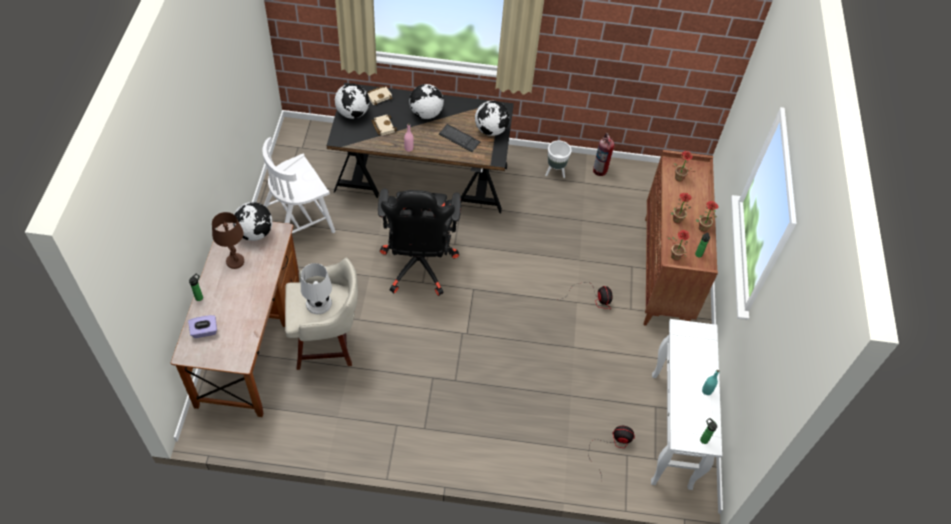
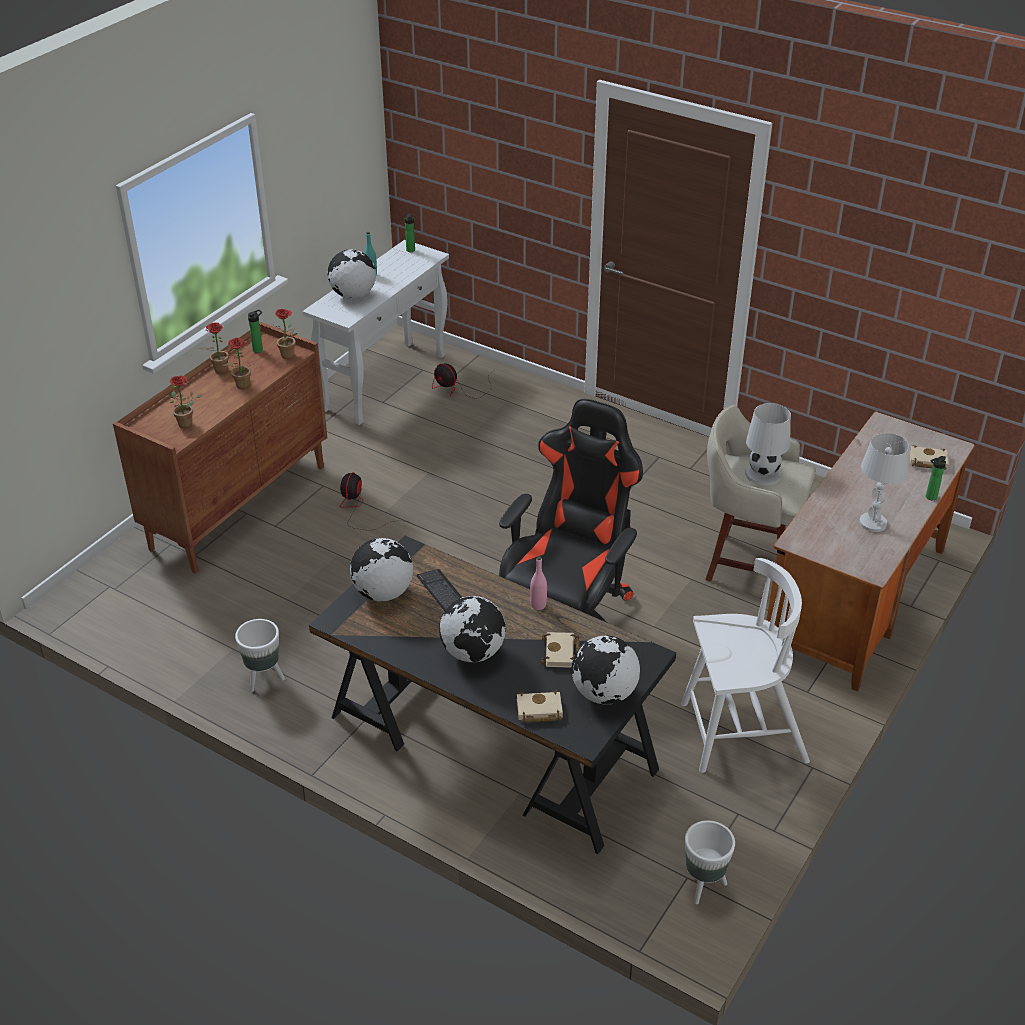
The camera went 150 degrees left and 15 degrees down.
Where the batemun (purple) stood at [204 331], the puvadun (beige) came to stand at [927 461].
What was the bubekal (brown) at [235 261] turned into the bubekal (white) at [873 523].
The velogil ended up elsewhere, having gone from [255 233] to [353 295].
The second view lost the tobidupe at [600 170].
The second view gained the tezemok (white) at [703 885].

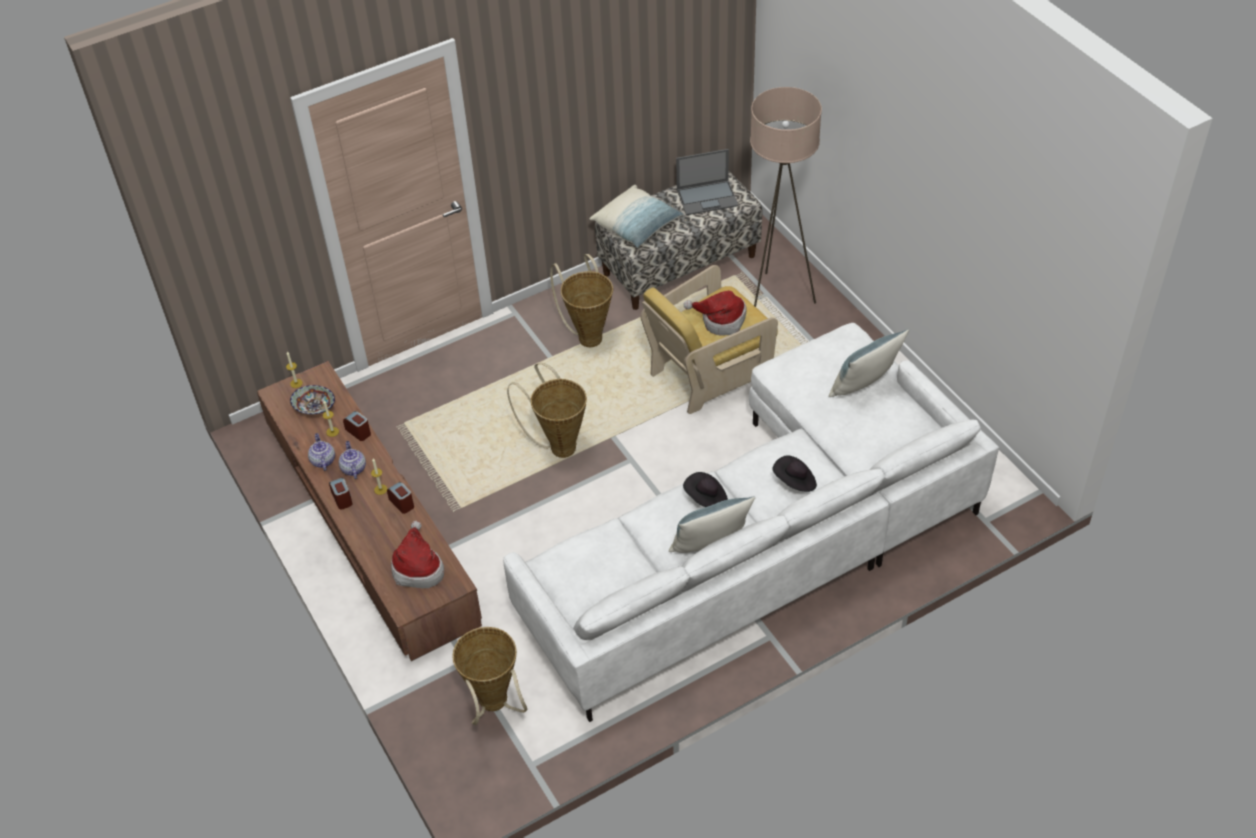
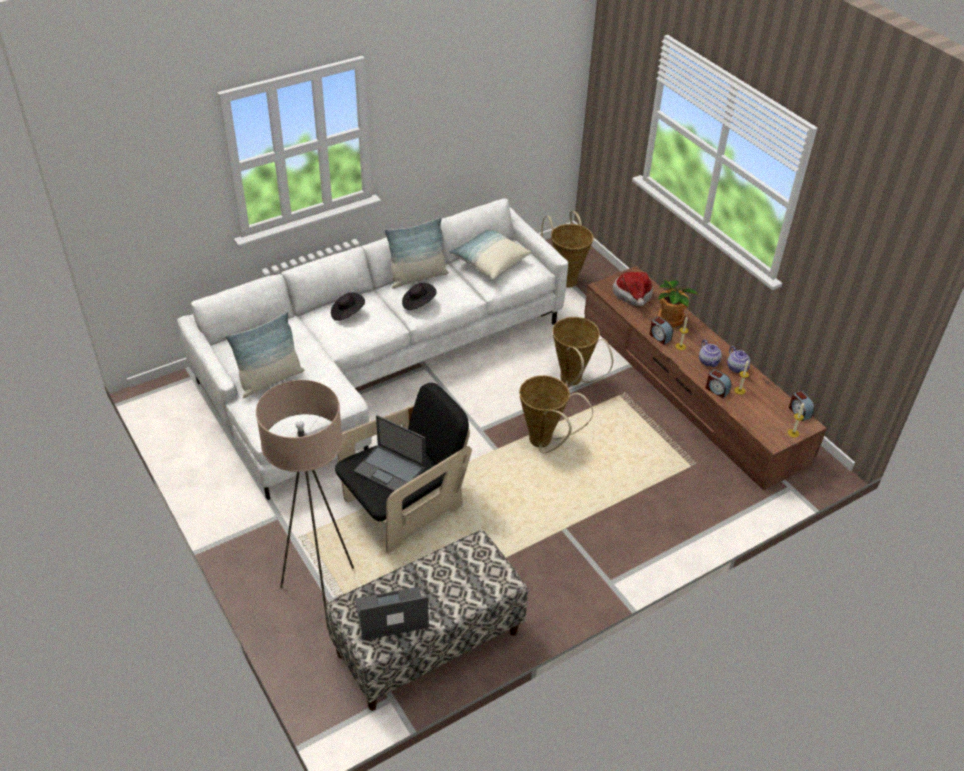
The camera went 175 degrees right and 5 degrees down.
The second view lost the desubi at [315 407].
The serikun ended up elsewhere, having gone from [342 498] to [799 412].
The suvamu ended up elsewhere, having gone from [588 335] to [573 383].
The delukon ended up elsewhere, having gone from [637 226] to [489 262].
What was the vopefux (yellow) at [709 373] turned into the vopefux (black) at [404 507].
Where the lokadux stood at [720 320], the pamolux came to stand at [391 470].
The second view gained the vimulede at [670 319].

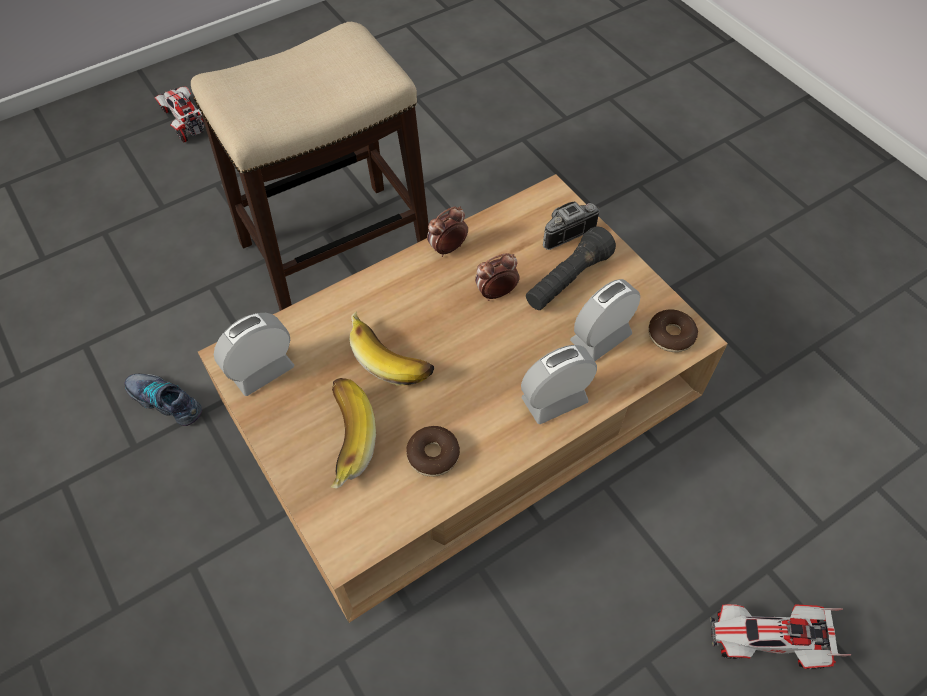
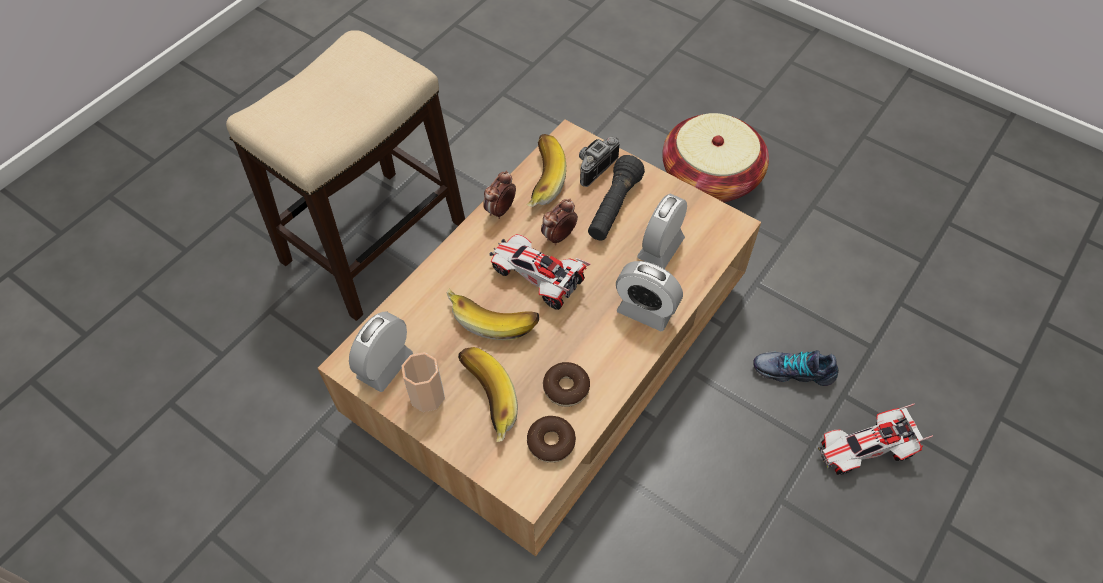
The camera went 20 degrees left and 0 degrees up.
The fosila ended up elsewhere, having gone from [166 401] to [793 370].
The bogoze ended up elsewhere, having gone from [186 121] to [537 278].
The serikun at [554 400] ended up facing another way, 105 degrees counterclockwise from before.
The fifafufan ended up elsewhere, having gone from [671 335] to [551 442].
The second view gained the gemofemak at [427 396].
The second view gained the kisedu at [539 180].
The second view gained the suvamu at [710 177].

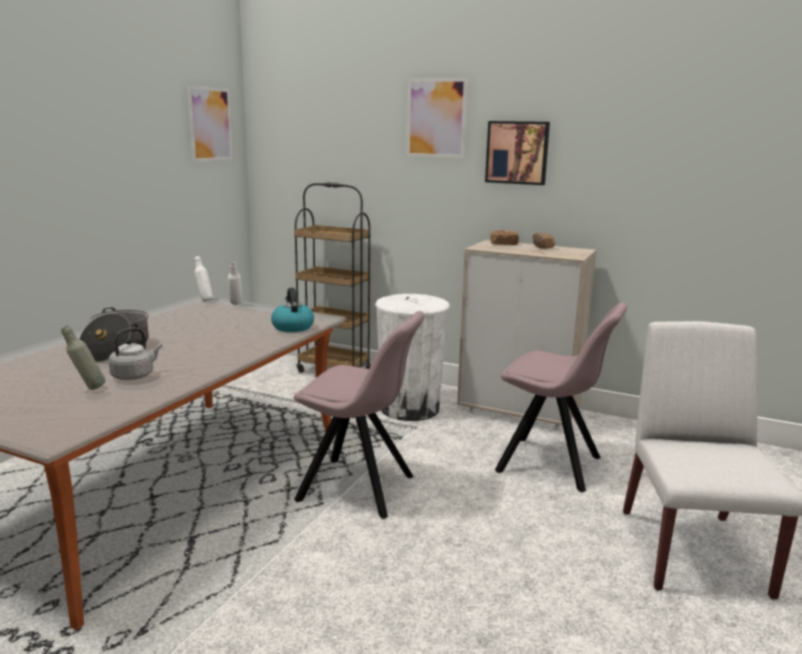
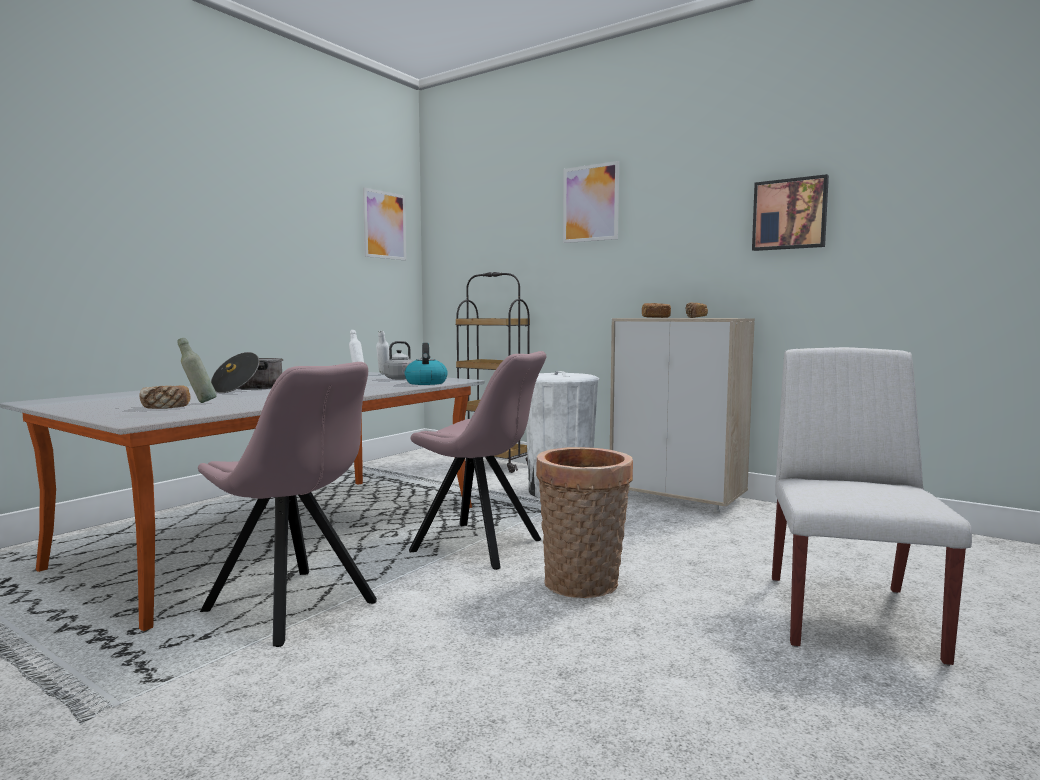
The camera went 10 degrees right and 10 degrees down.
The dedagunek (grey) ended up elsewhere, having gone from [135 376] to [401 378].
The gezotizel ended up elsewhere, having gone from [517 152] to [790 214].
The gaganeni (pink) ended up elsewhere, having gone from [550 464] to [292 606].
The second view gained the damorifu at [166 407].
The second view gained the suvamu at [582 586].

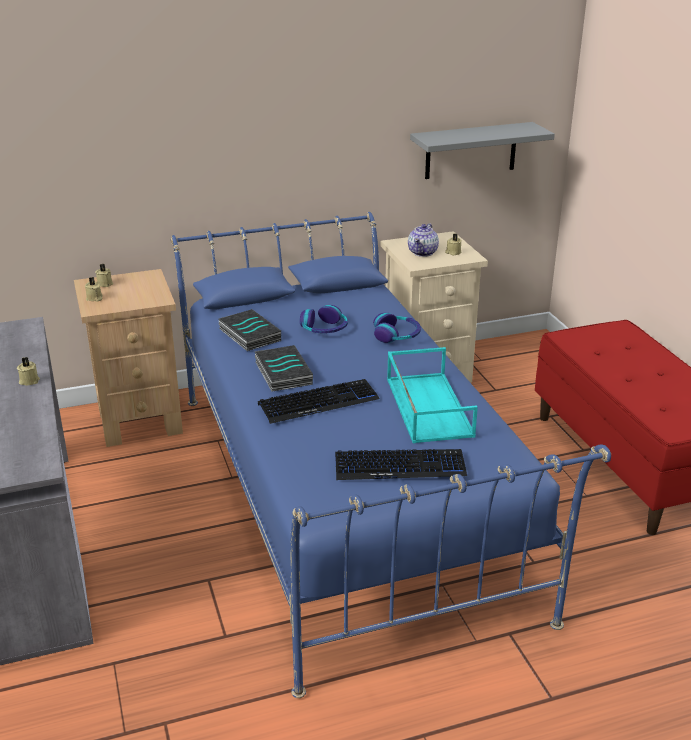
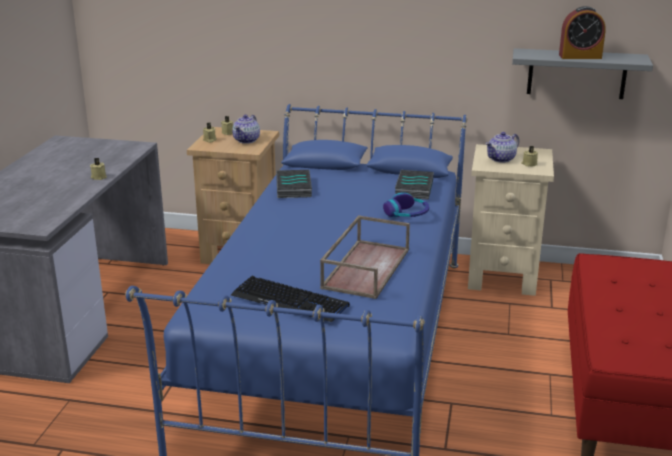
The camera went 30 degrees right and 5 degrees down.
The puvadun ended up elsewhere, having gone from [282 373] to [413 188].
The second view lost the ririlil at [318 402].
The second view lost the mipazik at [324 329].
What was the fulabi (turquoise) at [427 406] turned into the fulabi (brown) at [365 267].
The second view gained the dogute at [247 140].
The second view gained the serikun at [580 56].

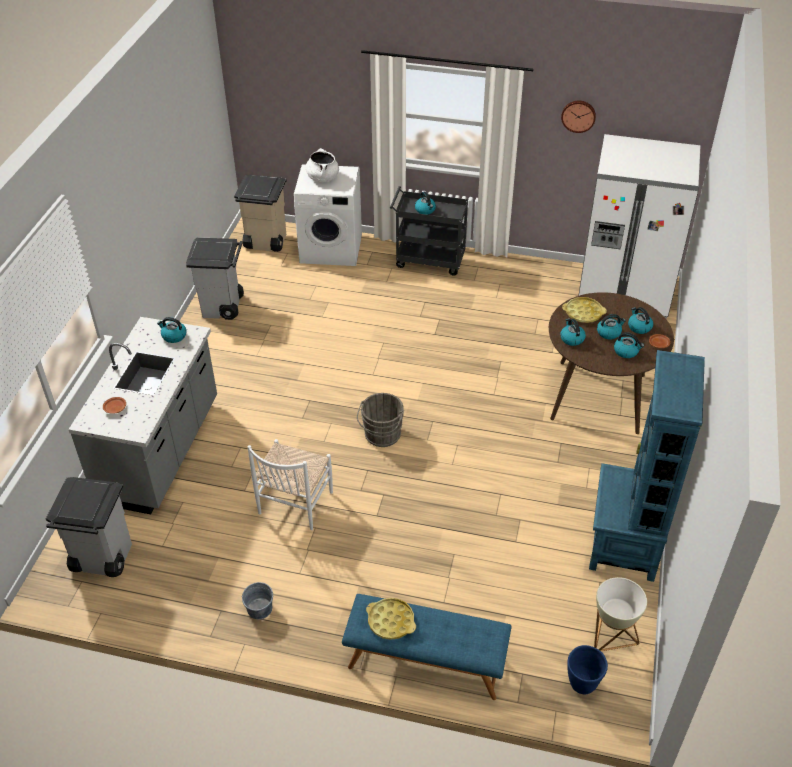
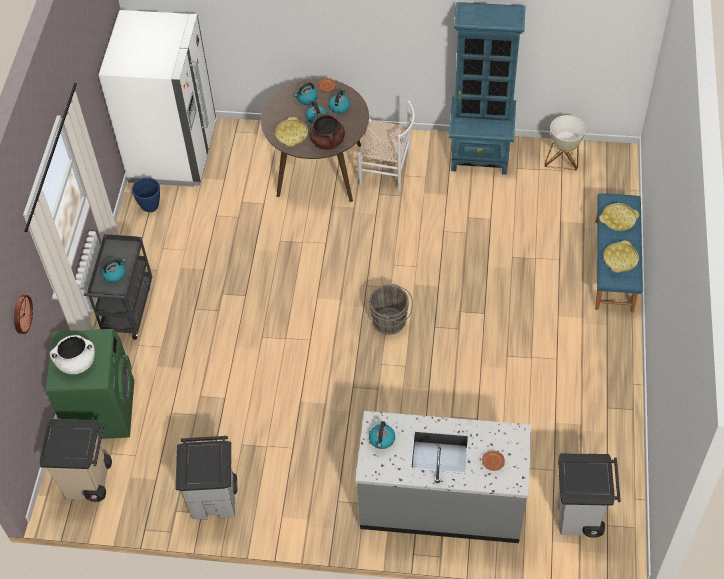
The camera went 95 degrees left and 10 degrees up.
The second view lost the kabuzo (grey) at [260 608].
The gaganeni (white) ended up elsewhere, having gone from [294 505] to [387 171].
What was the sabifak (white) at [331 249] turned into the sabifak (green) at [103 409].
Where the dedagunek stood at [571 339], the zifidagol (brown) came to stand at [328 142].
The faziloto ended up elsewhere, having gone from [578 115] to [21 314].
The tezemok (blue) ended up elsewhere, having gone from [582 684] to [150 206].
The second view gained the fulabi (yellow) at [618 219].

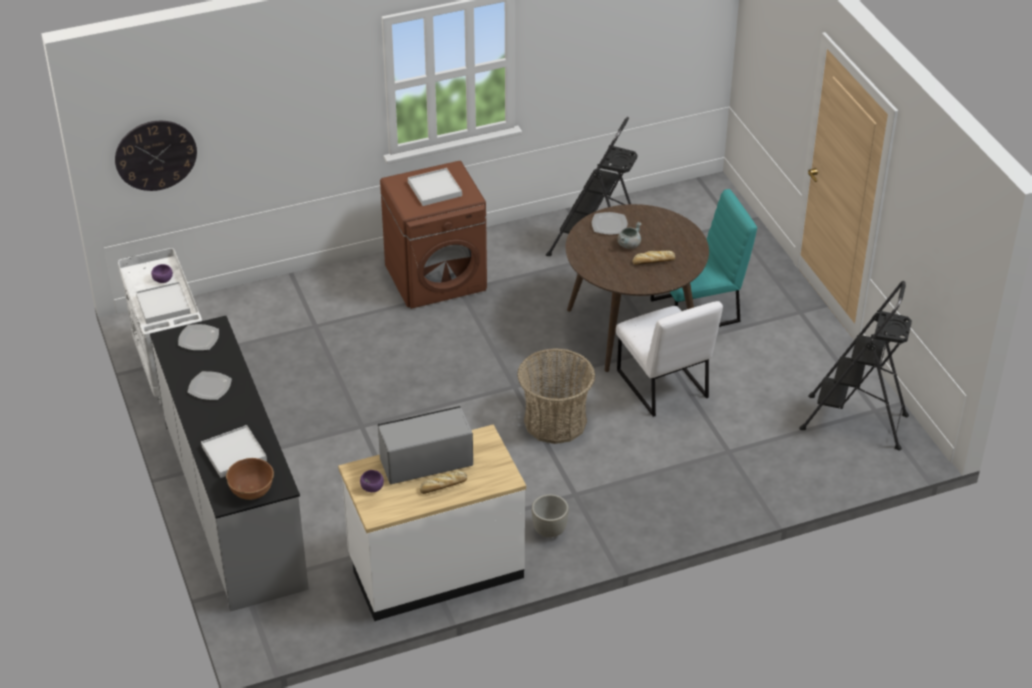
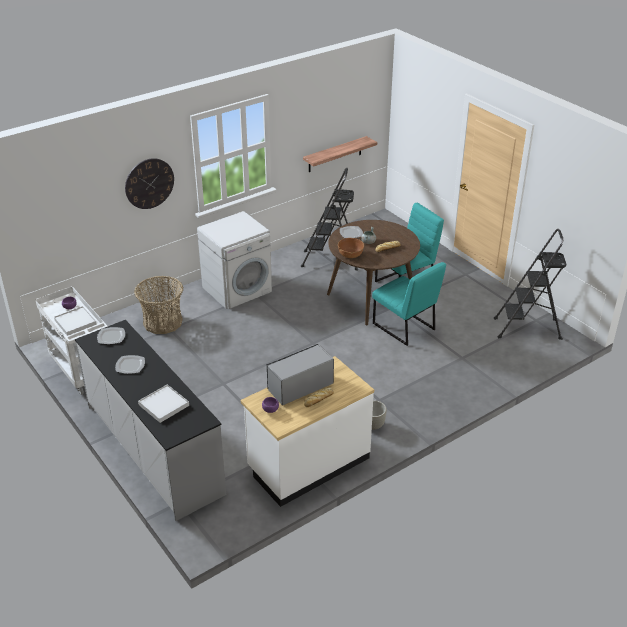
The camera went 15 degrees left and 5 degrees down.
The faziloto ended up elsewhere, having gone from [155 155] to [149 183].
The desubi (brown) ended up elsewhere, having gone from [251 490] to [350 255].
What was the sabifak (brown) at [438 278] turned into the sabifak (white) at [239 289].
The second view lost the fulabi (white) at [435 189].
The suvamu ended up elsewhere, having gone from [555 421] to [162 322].
What was the gaganeni (white) at [663 386] turned into the gaganeni (turquoise) at [404 327].
The second view gained the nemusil at [335 154].

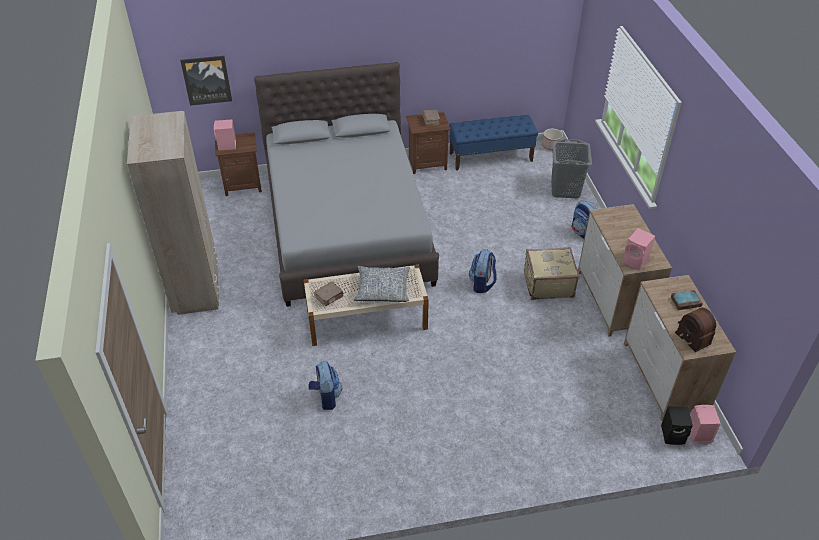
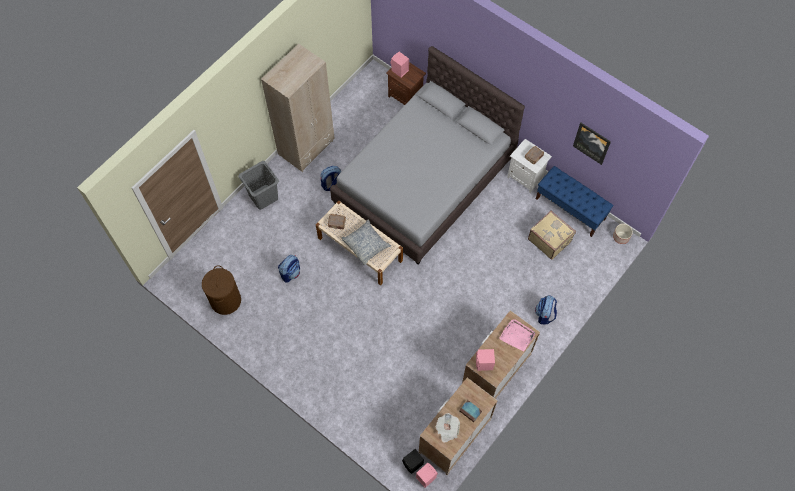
The camera went 50 degrees right and 20 degrees up.
The gezotizel ended up elsewhere, having gone from [206 80] to [592 143].
What was the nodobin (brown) at [427 163] turned into the nodobin (white) at [525 177].
The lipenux ended up elsewhere, having gone from [482 284] to [332 184].
The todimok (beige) ended up elsewhere, having gone from [548 284] to [549 240].
The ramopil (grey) ended up elsewhere, having gone from [565 189] to [264 197].
Where the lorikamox stood at [694 332], the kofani came to stand at [447 430].
The second view gained the ramopil (brown) at [225 300].
The second view gained the fulabi (pink) at [517 335].

